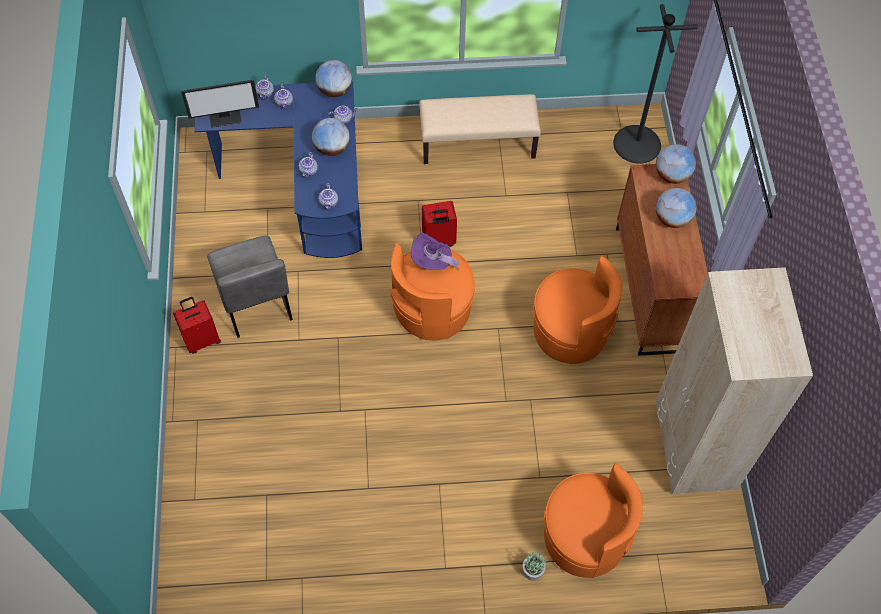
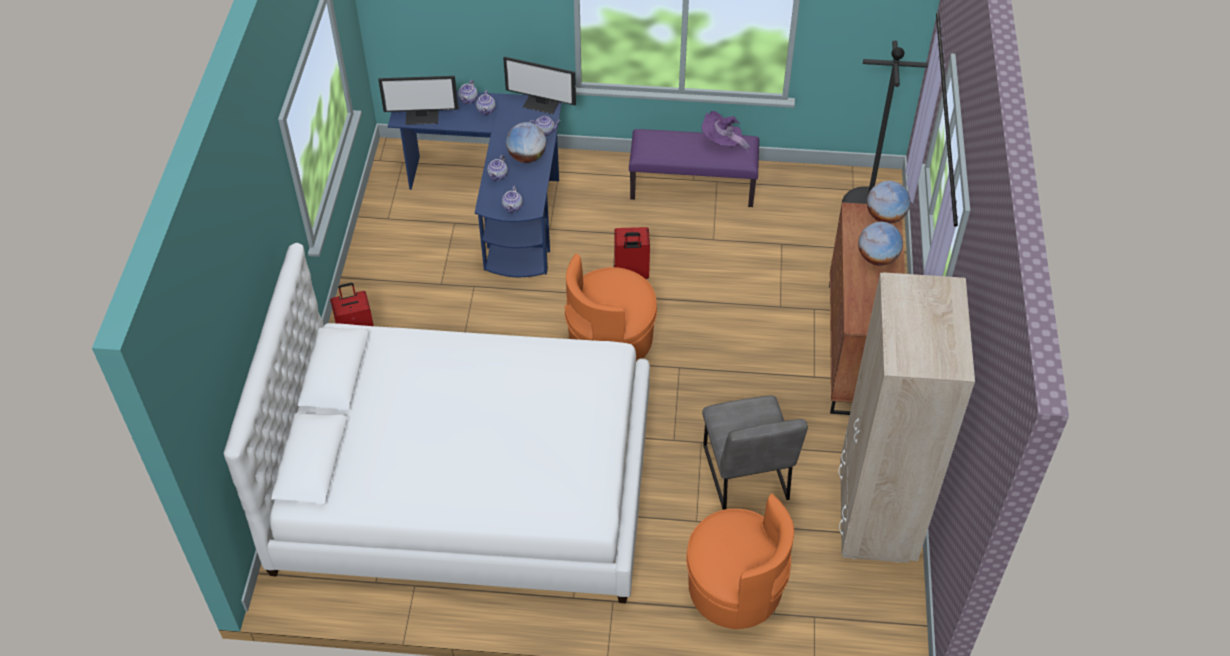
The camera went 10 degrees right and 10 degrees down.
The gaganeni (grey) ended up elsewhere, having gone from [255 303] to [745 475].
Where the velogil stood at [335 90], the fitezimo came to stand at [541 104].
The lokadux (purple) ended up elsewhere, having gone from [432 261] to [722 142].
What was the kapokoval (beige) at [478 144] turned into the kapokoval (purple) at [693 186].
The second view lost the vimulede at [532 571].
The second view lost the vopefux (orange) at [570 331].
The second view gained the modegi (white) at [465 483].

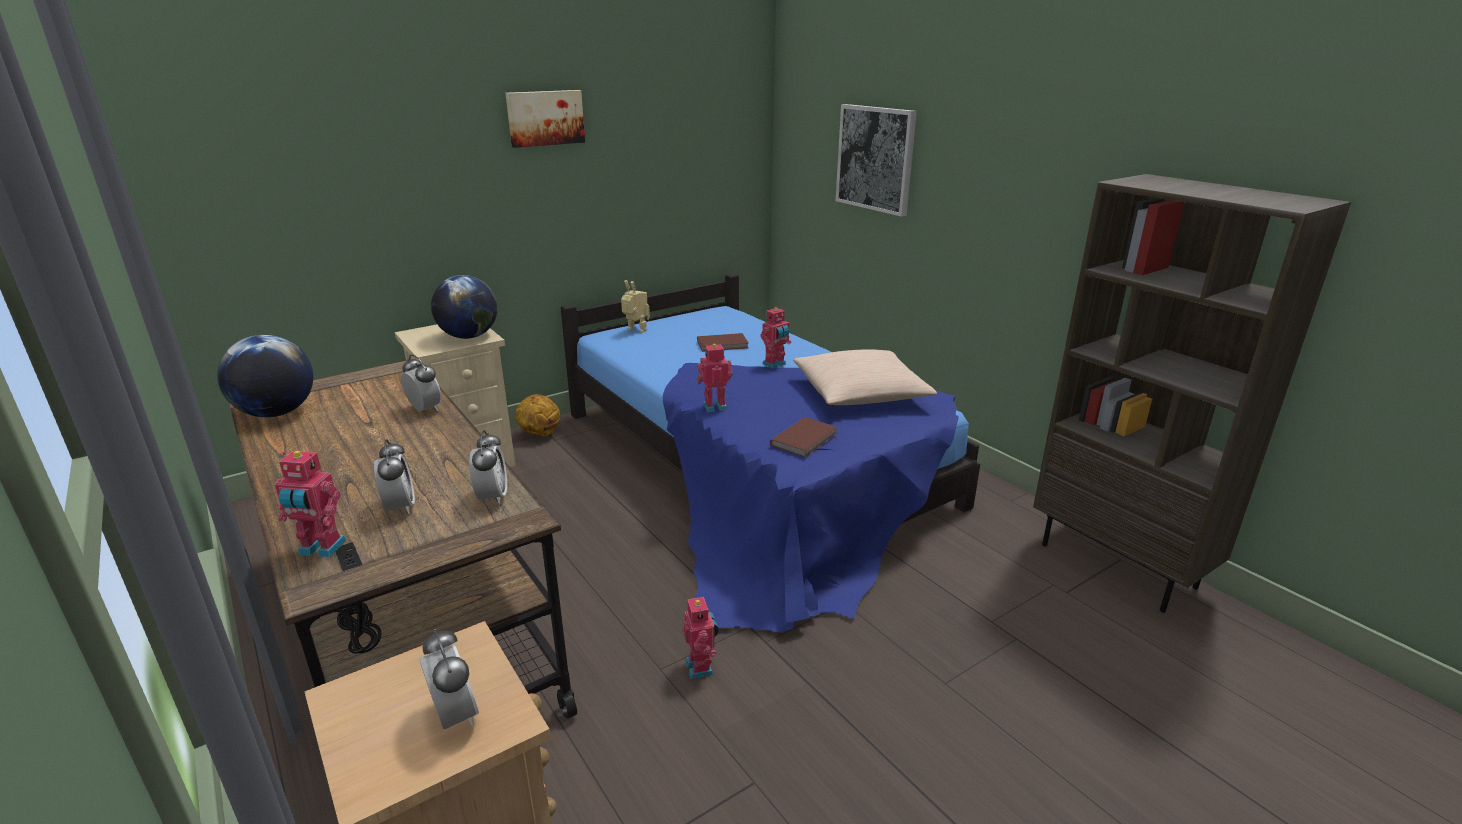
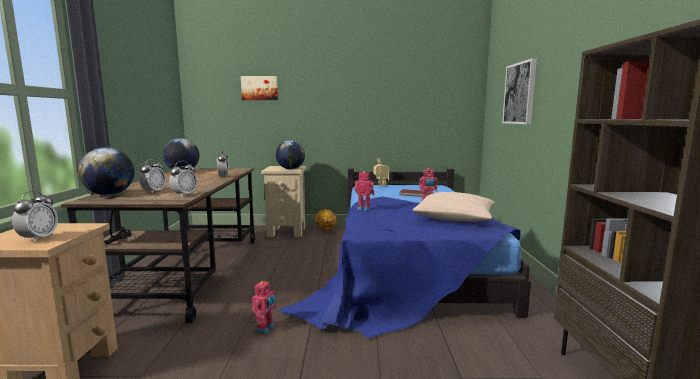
The camera went 35 degrees right and 15 degrees down.
Where the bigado stood at [321 549], the velogil came to stand at [110 194].
The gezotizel ended up elsewhere, having gone from [545 118] to [259 88].
The second view lost the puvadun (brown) at [806 439].

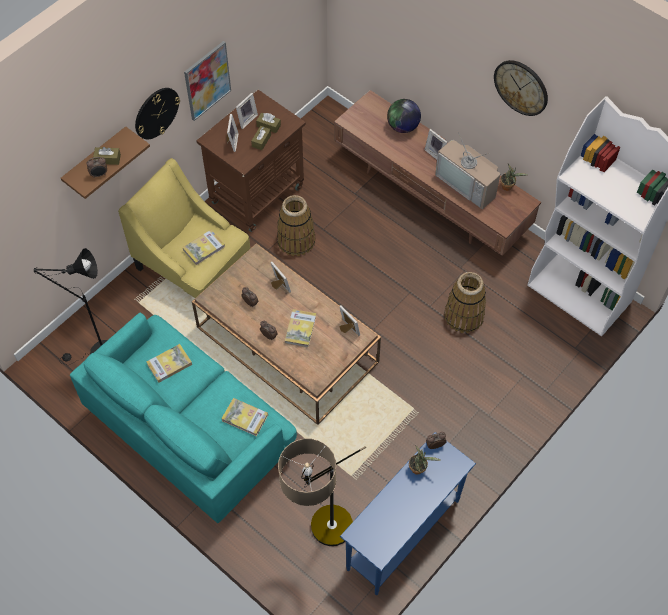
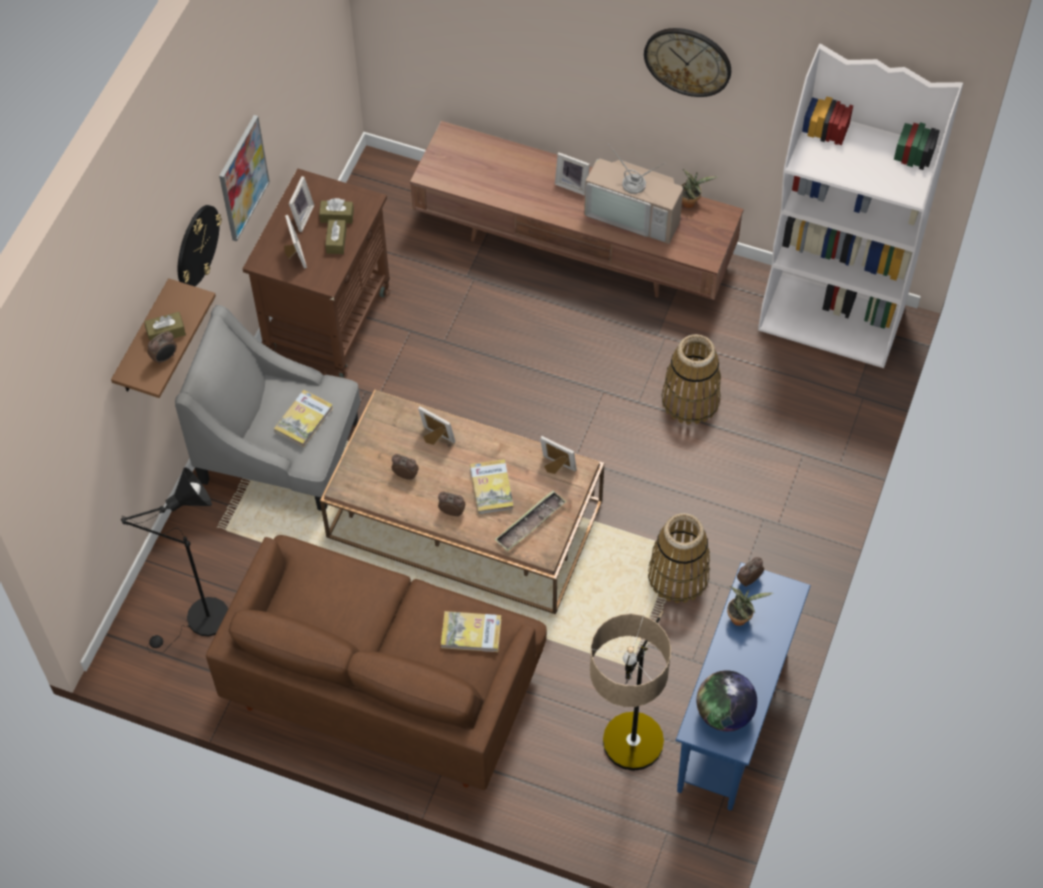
The camera went 20 degrees left and 0 degrees up.
What was the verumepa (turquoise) at [191 434] turned into the verumepa (brown) at [385 686].
What was the vopefux (yellow) at [193 265] turned into the vopefux (grey) at [280 451].
The second view lost the puvadun at [169 364].
The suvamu ended up elsewhere, having gone from [296 240] to [678 575].
The velogil ended up elsewhere, having gone from [403 127] to [724 713].
The second view gained the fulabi at [530 523].

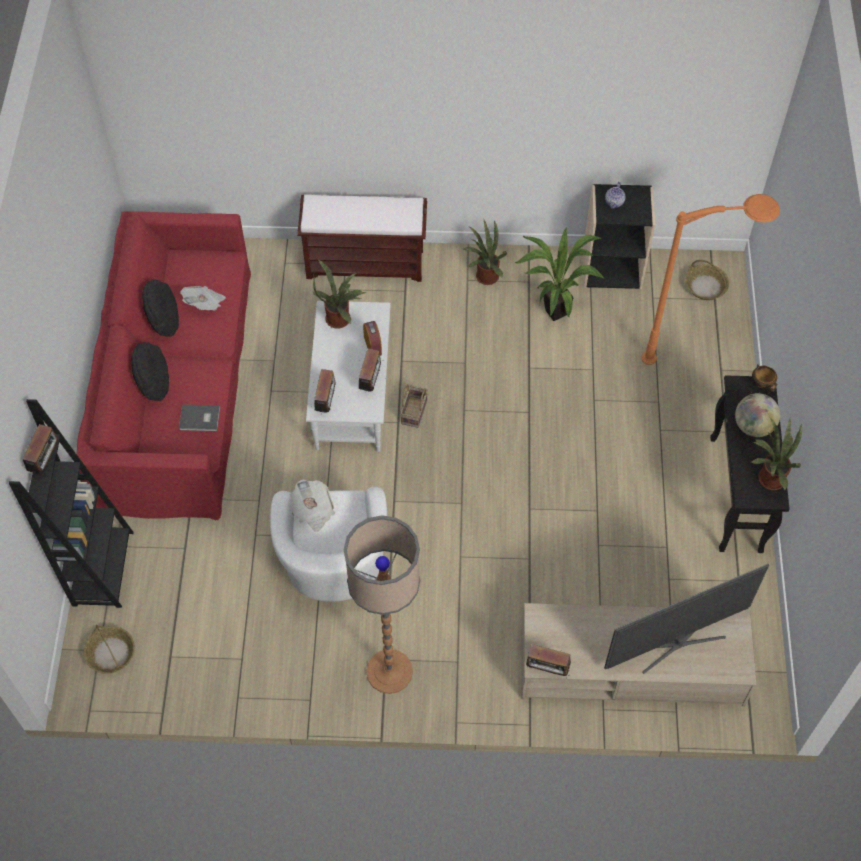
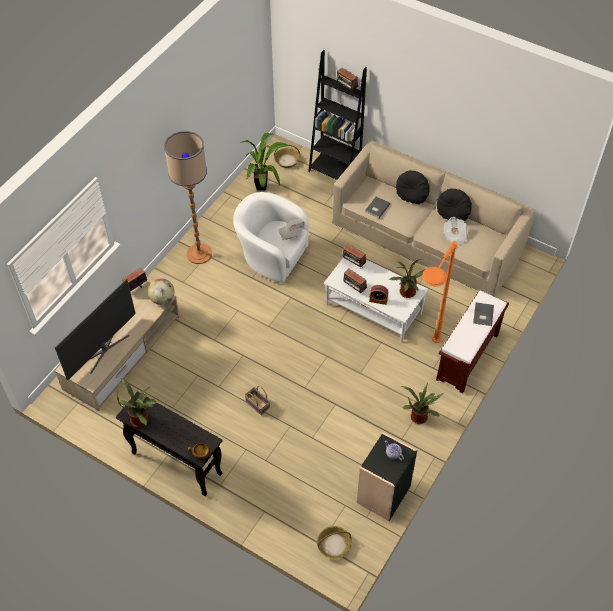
The camera went 120 degrees right and 5 degrees down.
What was the verumepa (red) at [177 386] turned into the verumepa (beige) at [427 235].
The suvamu ended up elsewhere, having gone from [414 413] to [257 404].
The vimulede ended up elsewhere, having gone from [553 310] to [264 187].
The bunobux at [677 642] ended up facing another way, 150 degrees counterclockwise from before.
The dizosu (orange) ended up elsewhere, having gone from [697 357] to [423 362].
The velogil ended up elsewhere, having gone from [753 426] to [162 299].
The second view gained the puvadun (grey) at [482 315].

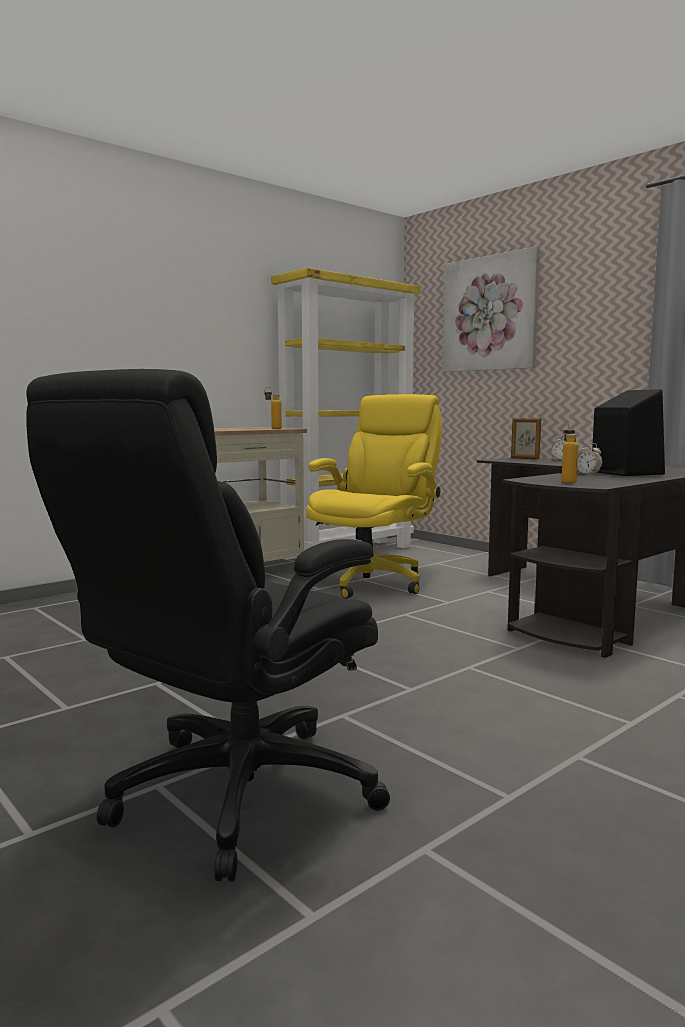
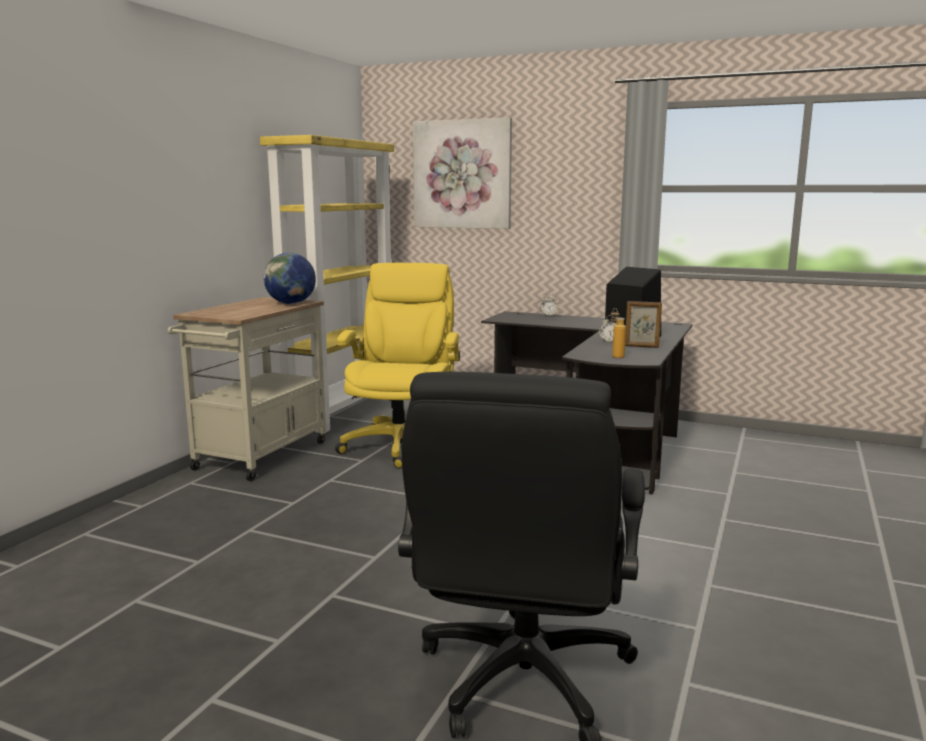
The camera went 25 degrees left and 5 degrees up.
Where the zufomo stood at [272 428], the velogil came to stand at [291 303].
The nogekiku ended up elsewhere, having gone from [524 458] to [641 346].

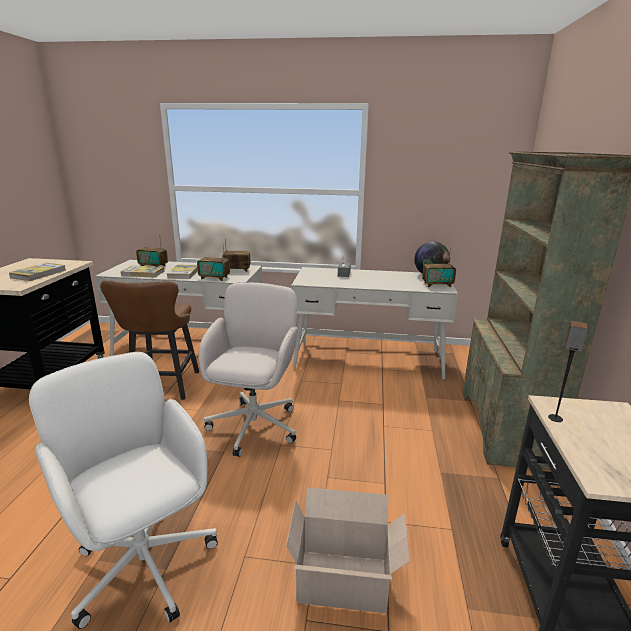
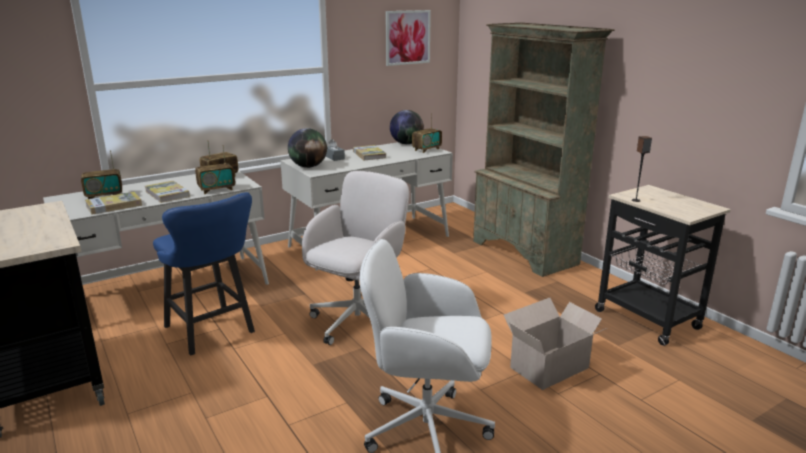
The camera went 40 degrees left and 0 degrees up.
The puvadun ended up elsewhere, having gone from [39 274] to [369 154].
What was the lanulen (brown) at [163 389] turned into the lanulen (blue) at [213 333].
The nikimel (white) at [254 427] ended up facing another way, 60 degrees clockwise from before.
The second view gained the velogil at [308 166].
The second view gained the gezotizel at [407 37].

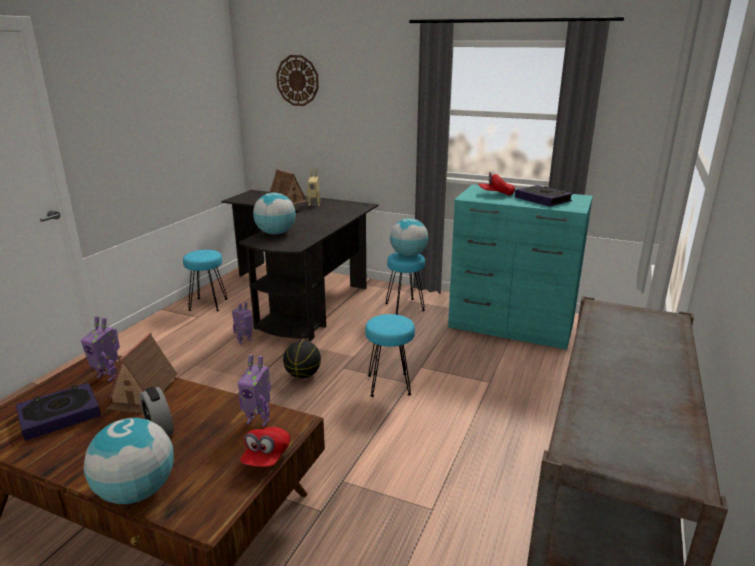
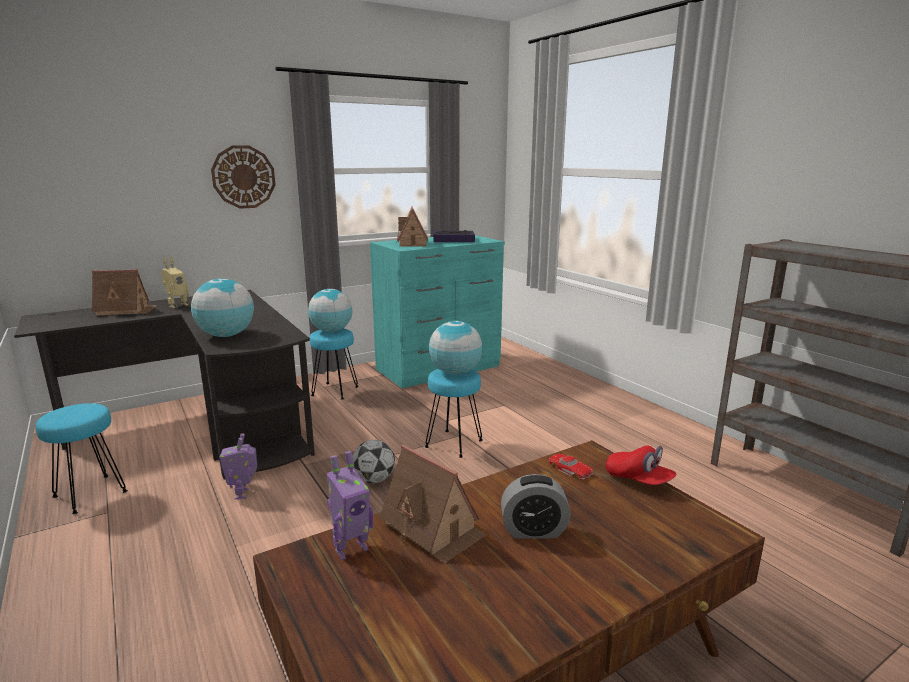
The camera went 55 degrees left and 5 degrees down.
The second view lost the puvadun at [60 415].
The velogil ended up elsewhere, having gone from [137 492] to [455 372].
Where the bigado stood at [259 420], the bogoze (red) came to stand at [570 469].
The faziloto ended up elsewhere, having gone from [297 80] to [243 177].
Where the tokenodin stood at [303 375], the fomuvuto came to stand at [374 479].
Where the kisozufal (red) stood at [495 194], the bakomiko came to stand at [412 243].

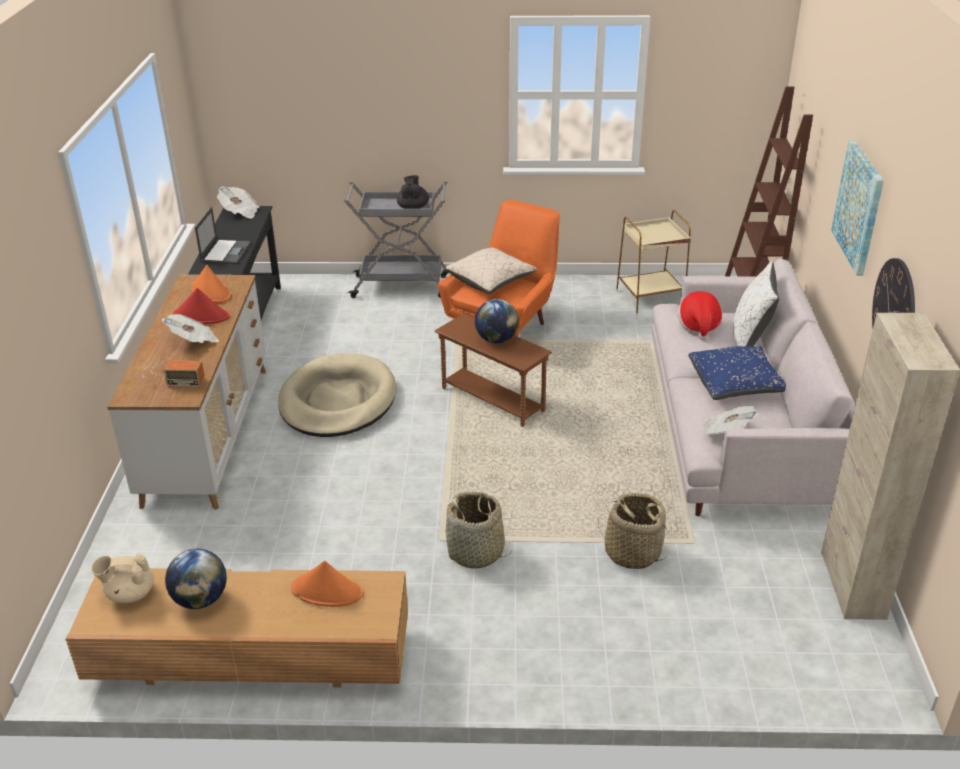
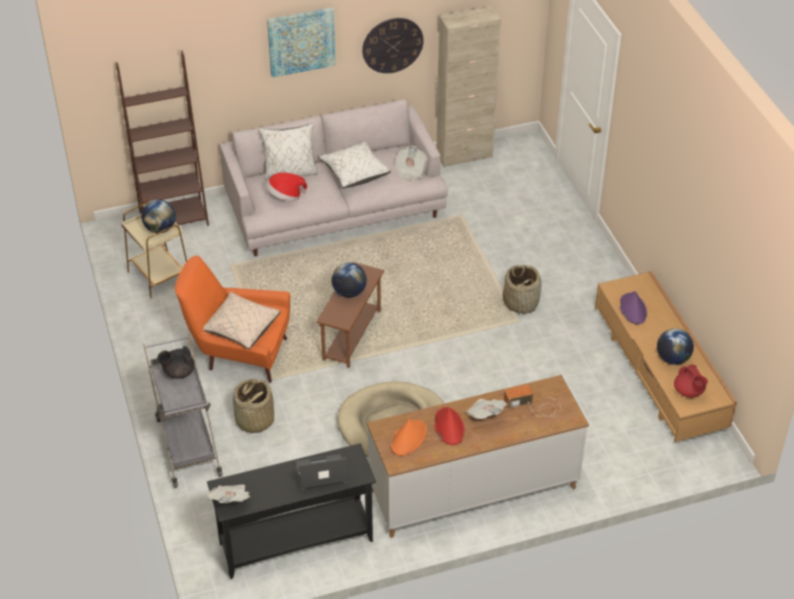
The camera went 110 degrees left and 10 degrees up.
What was the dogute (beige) at [130 594] turned into the dogute (red) at [689 392].
The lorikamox at [172 375] ended up facing another way, 90 degrees counterclockwise from before.
What was the lokadux (orange) at [327 591] turned into the lokadux (purple) at [632 309].
The suvamu ended up elsewhere, having gone from [632 552] to [254 420].
What was the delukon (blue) at [735 385] turned into the delukon (white) at [355 173].
The second view gained the velogil at [160 229].

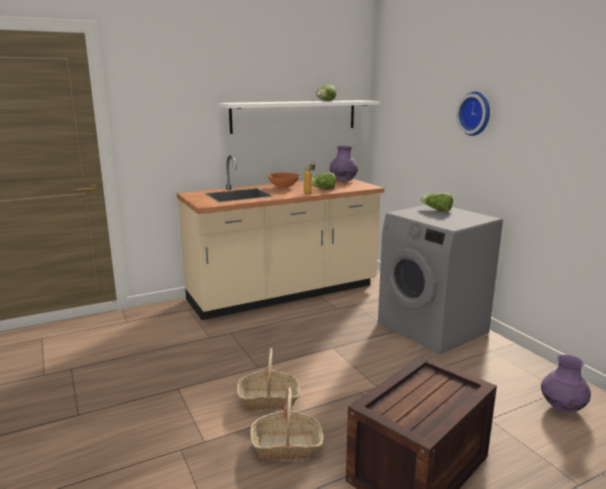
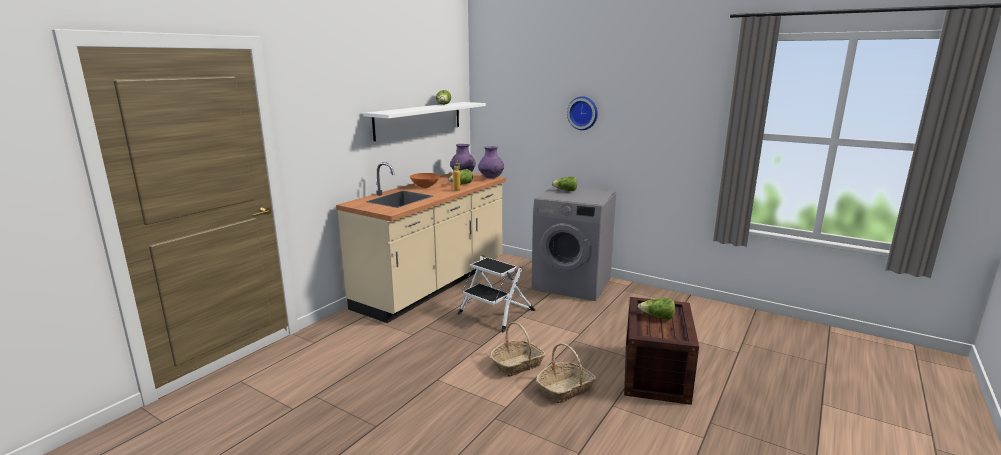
The camera went 30 degrees left and 0 degrees up.
The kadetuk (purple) ended up elsewhere, having gone from [562 408] to [491 178].
The second view gained the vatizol at [497 313].
The second view gained the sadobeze at [657 317].

